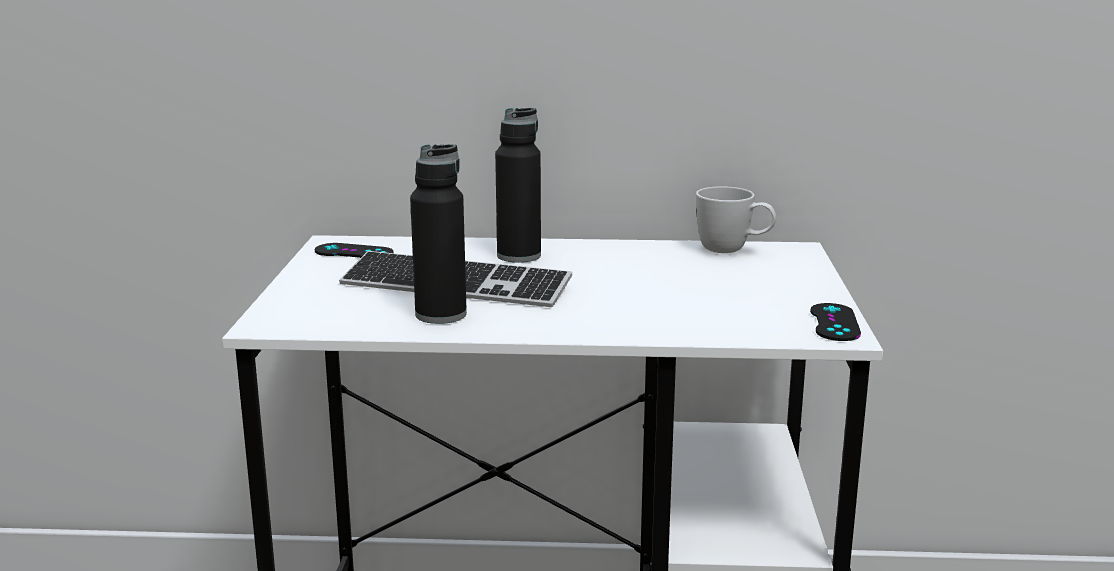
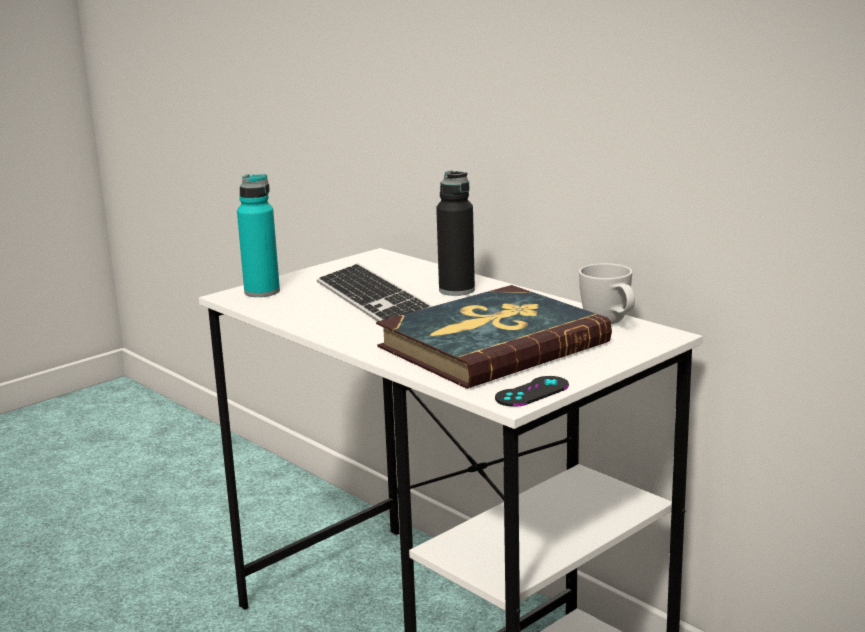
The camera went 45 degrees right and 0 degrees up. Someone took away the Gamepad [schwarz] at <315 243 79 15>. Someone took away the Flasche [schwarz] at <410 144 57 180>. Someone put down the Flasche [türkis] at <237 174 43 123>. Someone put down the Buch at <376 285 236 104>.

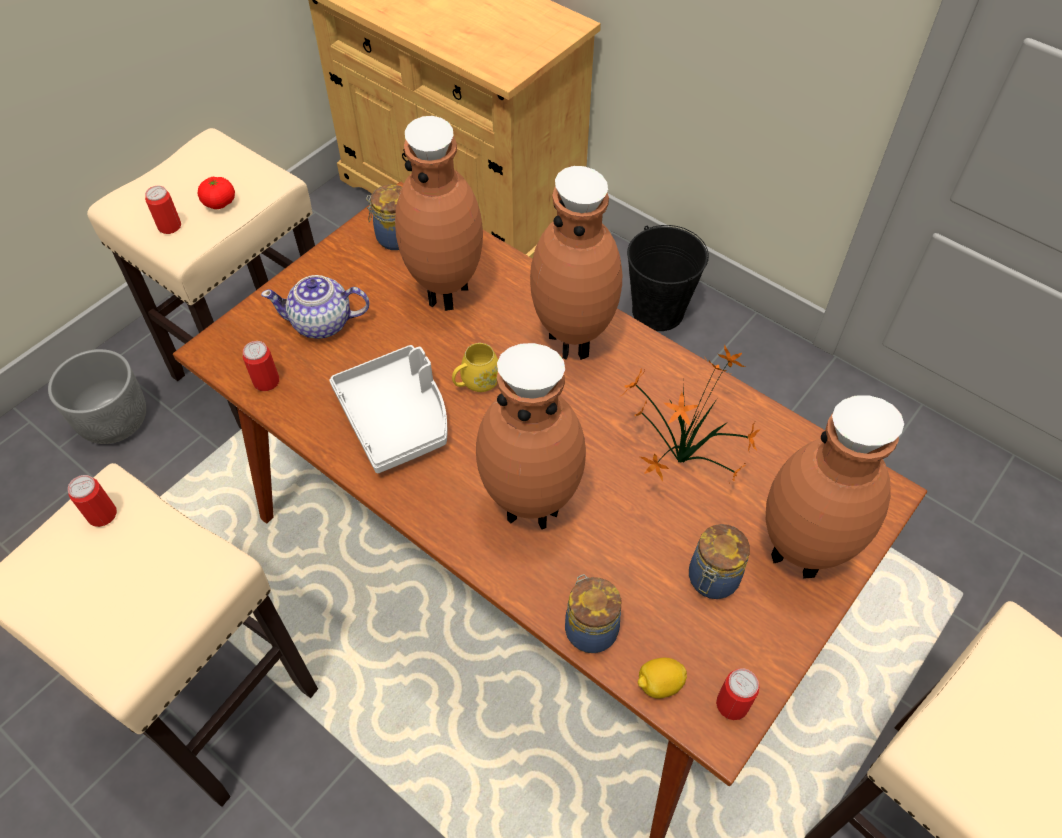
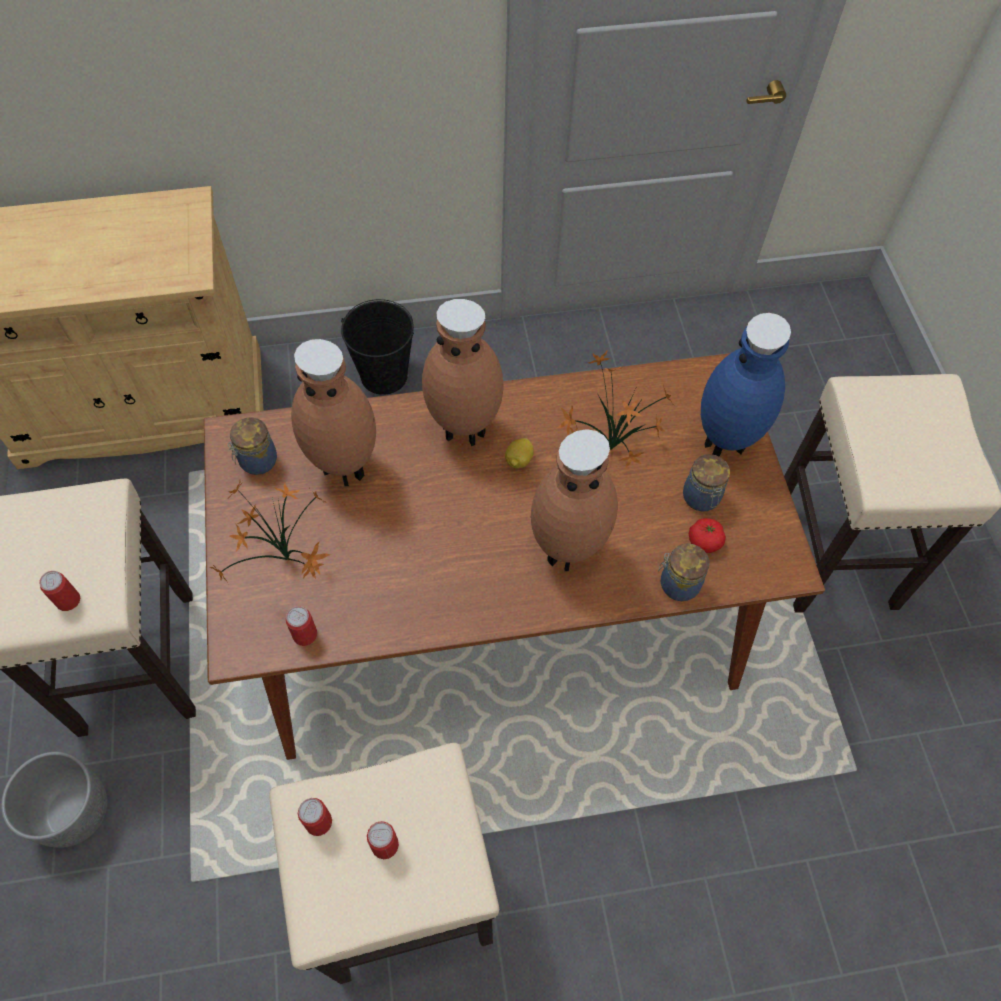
The camera went 50 degrees left and 5 degrees up. Someone carried the Tomate from <198 177 37 32> to <689 518 37 35>. Someone swapped the Teekanne at <261 275 109 64> for the Topfpflanze at <209 481 122 102>. Someone took away the Tablett [grau] at <329 345 118 128>. Someone took away the Henkelbecher [gelb] at <452 343 46 49>. Someone carried the Zitrone from <638 658 49 41> to <505 438 29 31>. Someone carried the Dose from <716 668 43 52> to <367 821 32 38>. Someone repainted the Vase [braun] at <766 395 138 184>, which became the Vase [blau] at <701 313 90 144>.

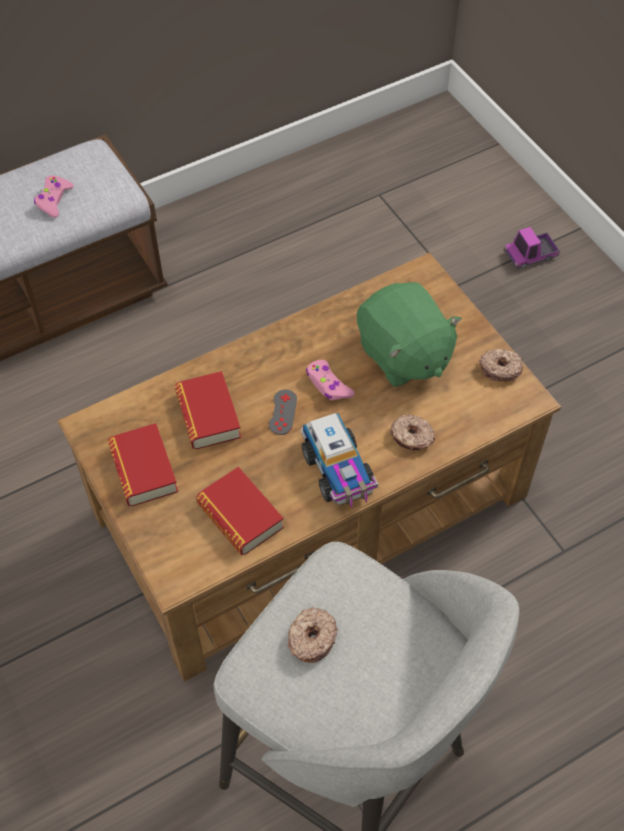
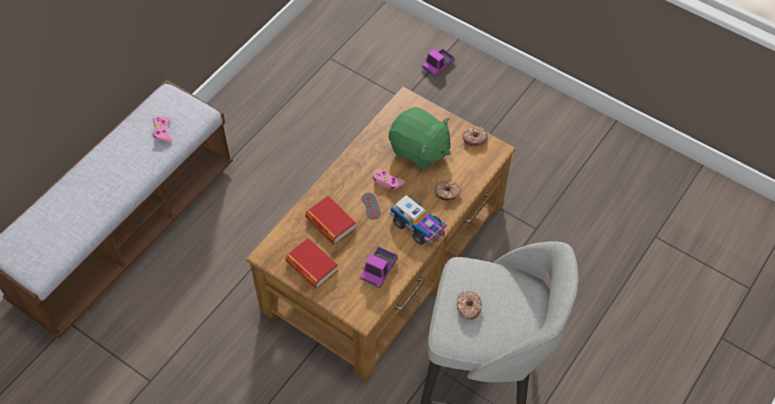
The camera went 25 degrees left and 0 degrees up. Someone swapped the Buch at <196 467 88 88> for the Spielzeuglaster at <360 247 38 41>.

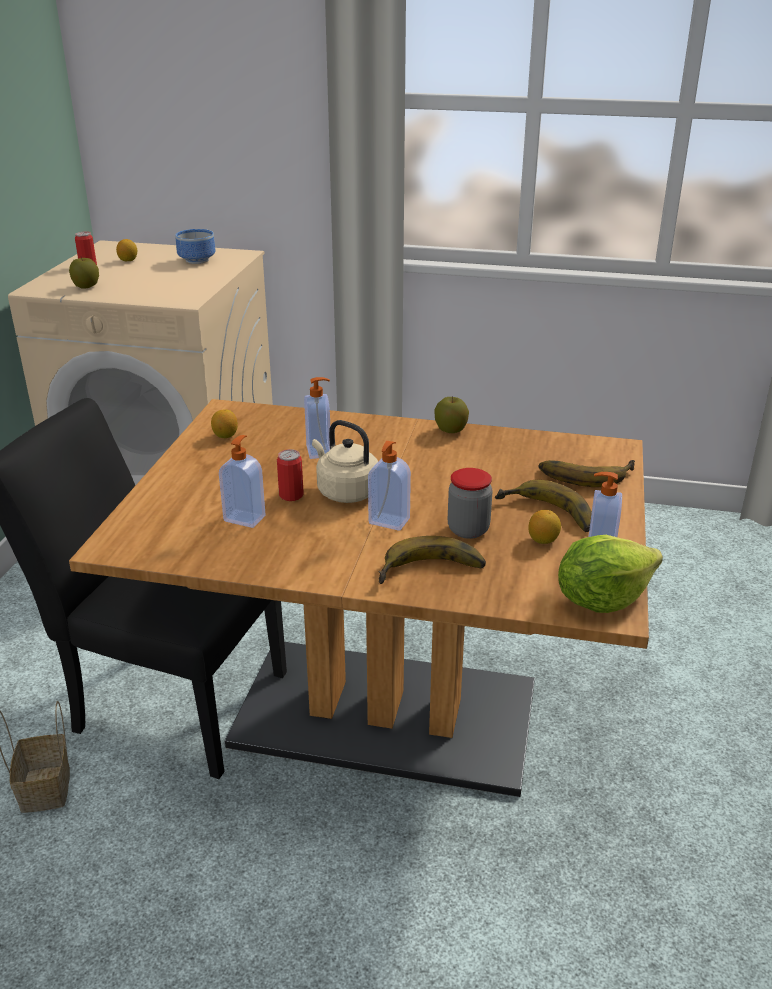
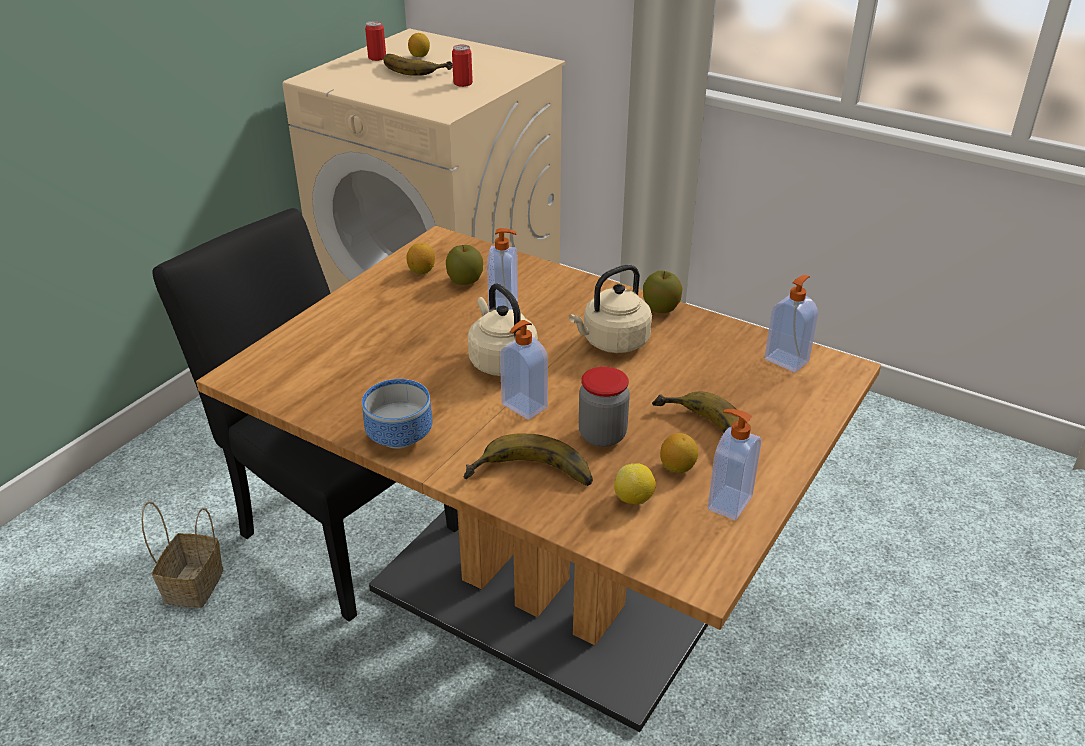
The camera went 20 degrees right and 5 degrees up. Someone carried the Apfel from <69 257 30 32> to <446 245 37 40>. Someone carried the Schüssel from <175 229 41 35> to <362 379 71 70>. Someone carried the Seifenspender from <219 435 47 93> to <765 275 53 97>. Someone carried the Dose from <277 449 27 52> to <452 45 21 42>. Someone carried the Banane from <538 460 97 27> to <383 54 70 22>. Someone took away the Salatkopf at <558 535 105 78>. Someone put down the Wasserkessel [beige] at <569 265 83 88>. Someone put down the Zitrone at <614 463 42 41>.

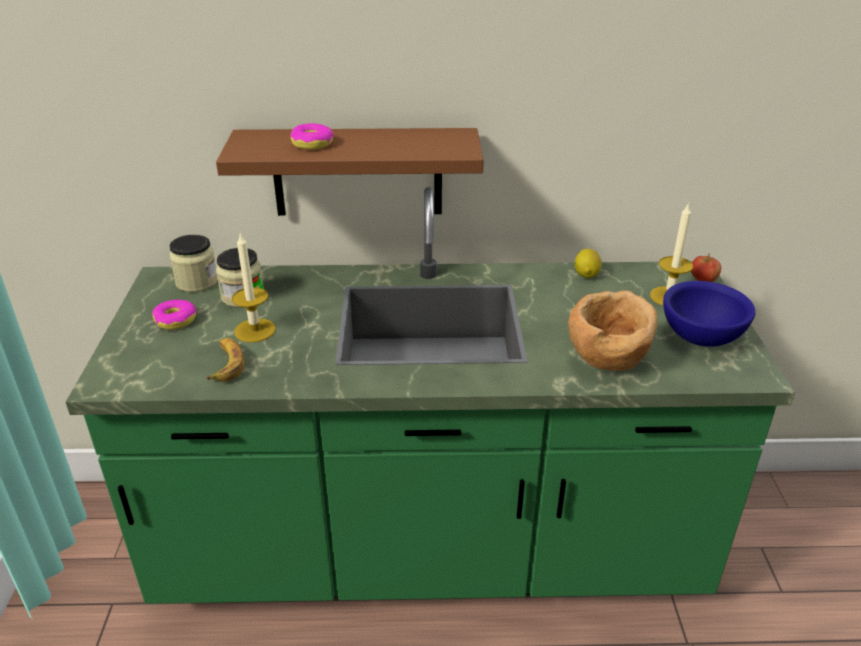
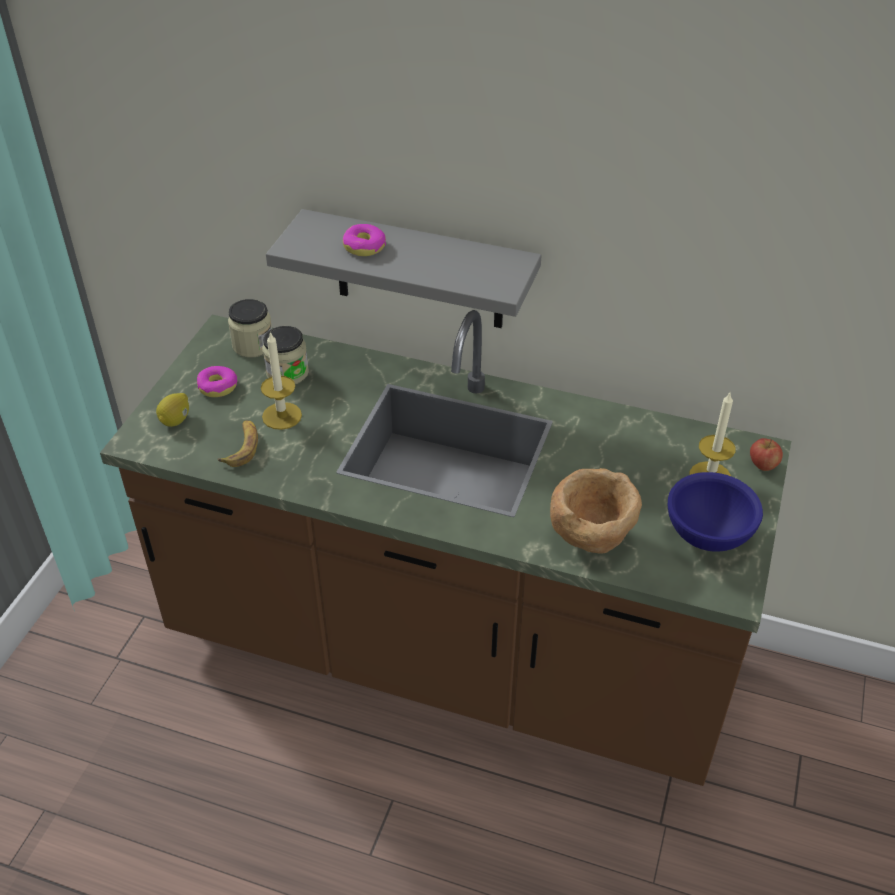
The camera went 20 degrees right and 10 degrees up. Someone repainted the Küchenzeile [grün] at <66 187 729 417>, which became the Küchenzeile [braun] at <100 310 691 476>. Someone repainted the Wandregal [braun] at <216 128 268 88>, which became the Wandregal [grau] at <266 209 275 119>. Someone carried the Zitrone from <575 249 27 29> to <156 393 33 34>.

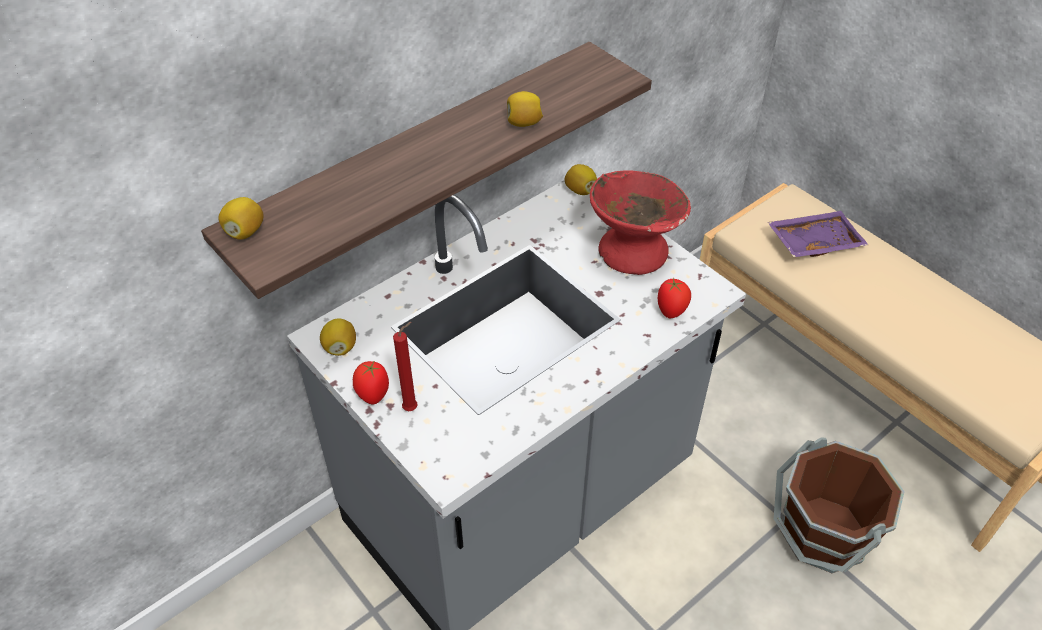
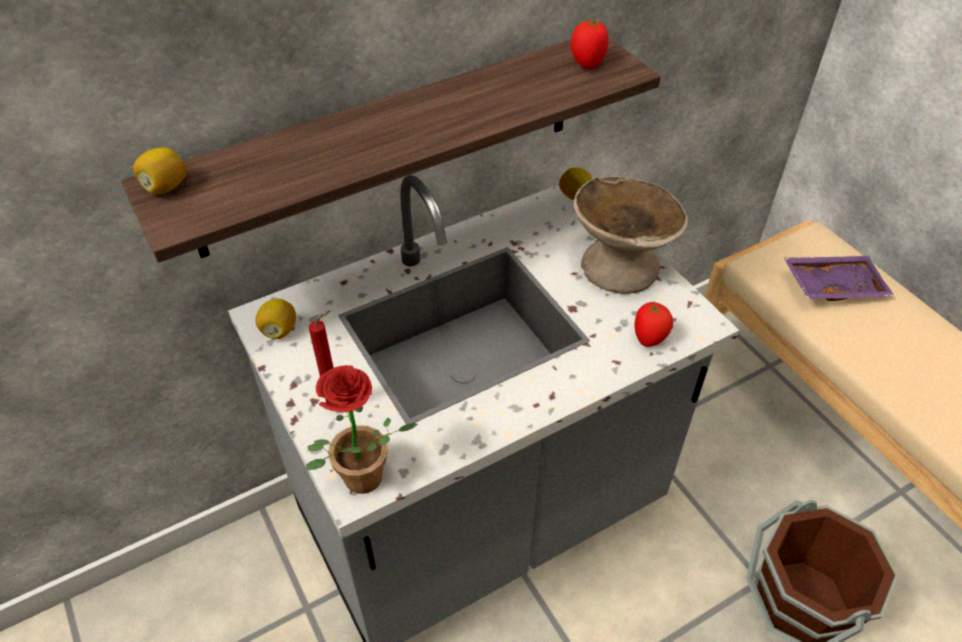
The camera went 10 degrees right and 0 degrees up. Someone carried the Tomate from <353 361 36 44> to <571 20 37 49>. Someone took away the Zitrone at <507 91 36 36>. Someone repainted the Schüssel [rot] at <590 170 101 105>, which became the Schüssel [beige] at <573 176 115 118>. Someone put down the Topfpflanze at <306 365 112 129>.

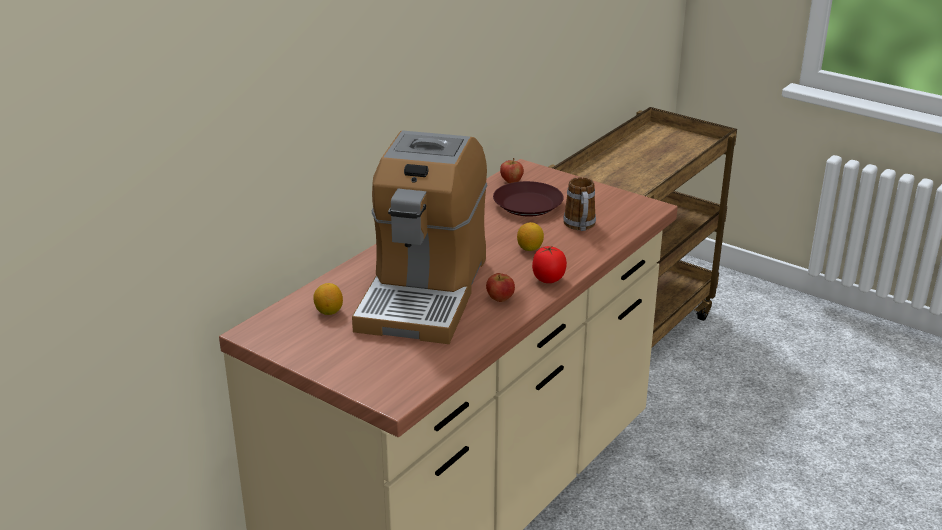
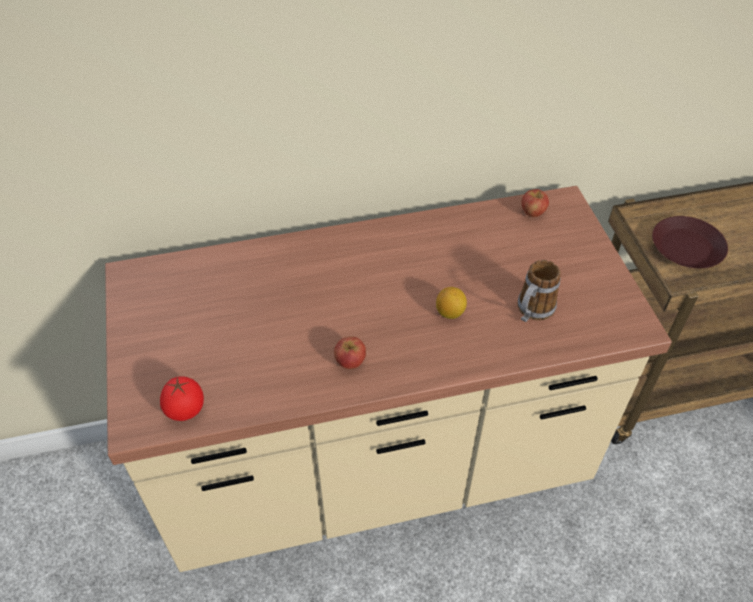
The camera went 40 degrees right and 20 degrees up. Someone took away the Zitrone at <313 283 30 32>. Someone took away the Kaffeemaschine at <352 130 135 214>. Someone carried the Teller [braun] from <493 181 71 36> to <652 216 76 52>. Someone carried the Tomate from <532 246 35 37> to <160 376 44 45>.

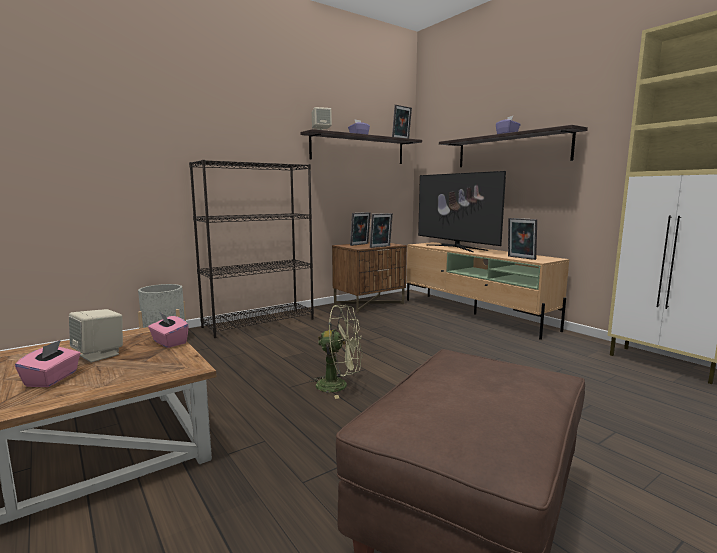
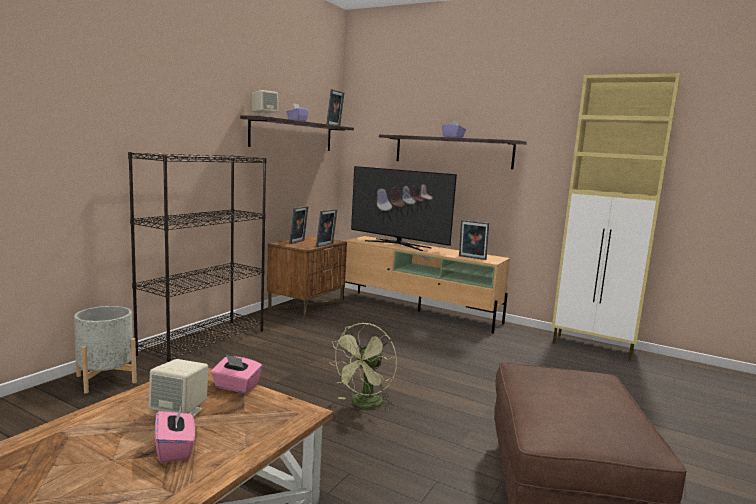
The camera went 25 degrees left and 0 degrees up. Someone rotated the Ventilator [grün] at <309 305 53 94> by 135 degrees clockwise.

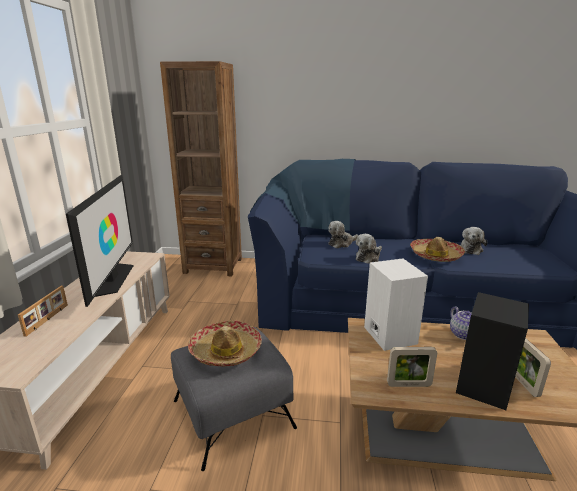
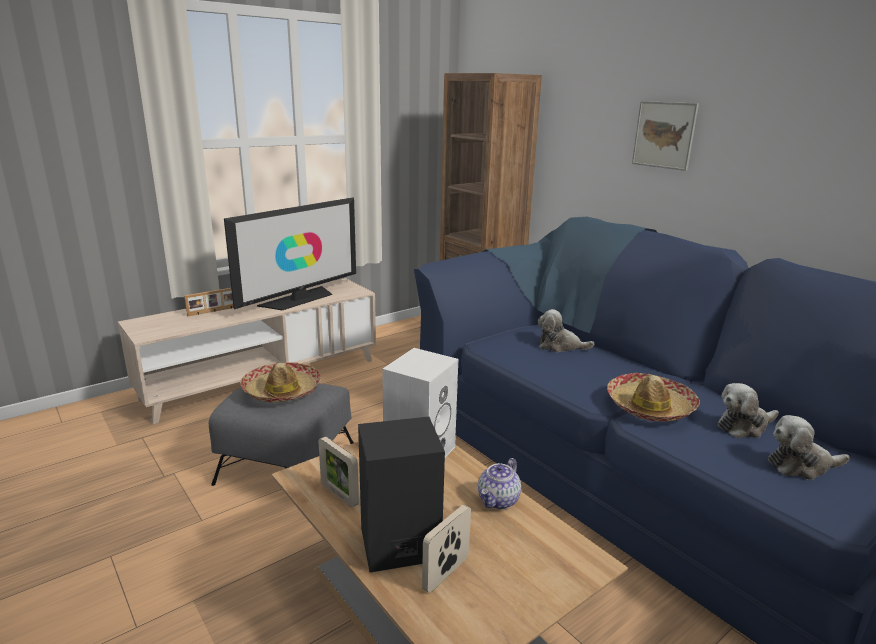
The camera went 45 degrees right and 0 degrees up. Someone carried the Plüschtier from <356 234 26 29> to <768 415 82 65>. Someone put up the Bild at <632 101 67 70>.

